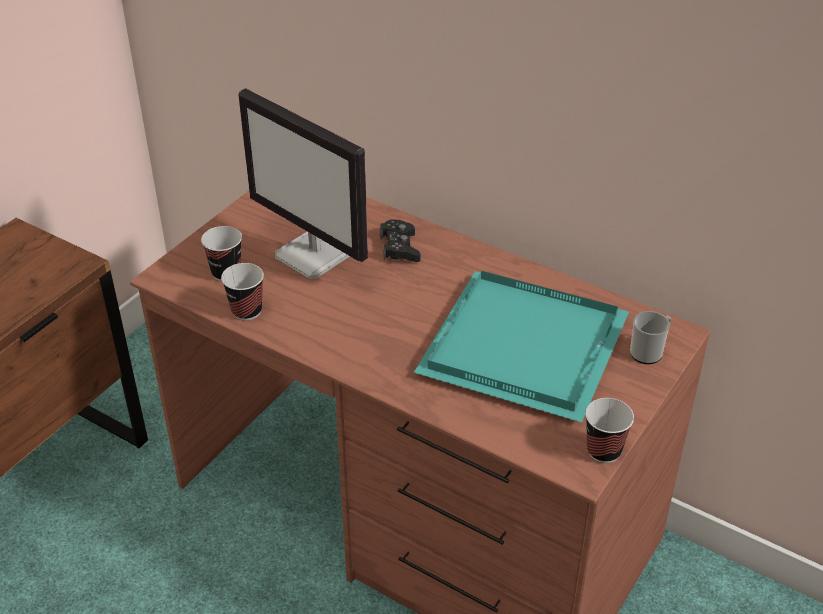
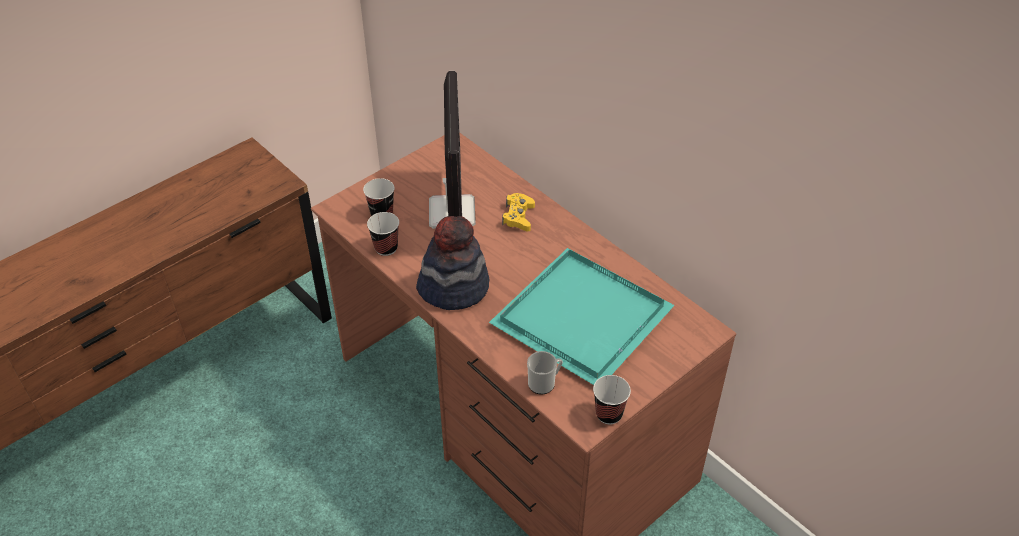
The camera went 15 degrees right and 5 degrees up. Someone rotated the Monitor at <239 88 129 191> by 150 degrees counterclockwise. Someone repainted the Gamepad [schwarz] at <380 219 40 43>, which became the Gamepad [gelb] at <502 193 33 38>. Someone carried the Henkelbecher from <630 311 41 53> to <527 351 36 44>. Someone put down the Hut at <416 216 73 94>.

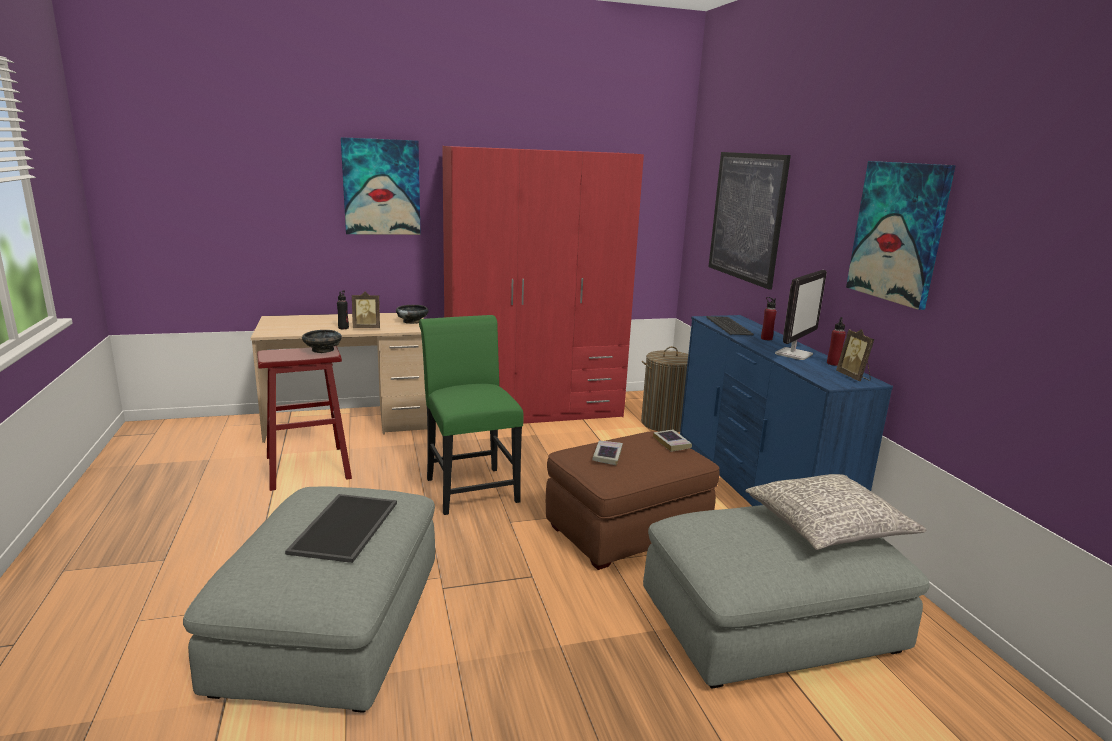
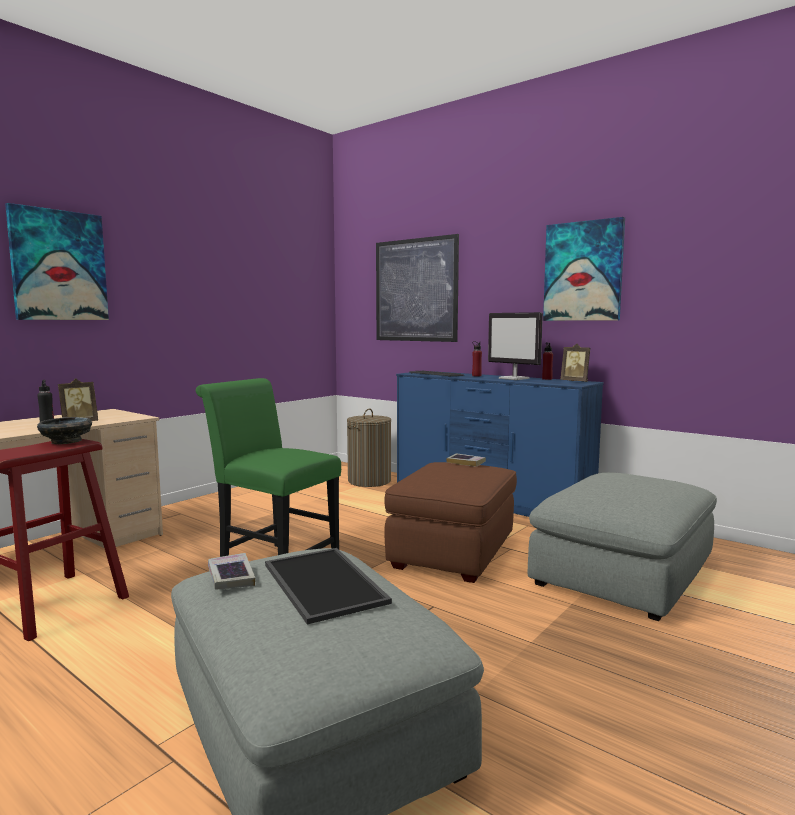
The camera went 35 degrees left and 10 degrees down. Someone took away the Schüssel [schwarz] at <396 305 33 19>. Someone took away the Kleiderschrank [rot] at <442 146 202 278>. Someone carried the Buch from <592 441 31 25> to <208 553 47 36>. Someone took away the Kissen [grau] at <745 474 181 76>. Someone rotated the Monitor at <775 270 52 90> by 135 degrees clockwise.

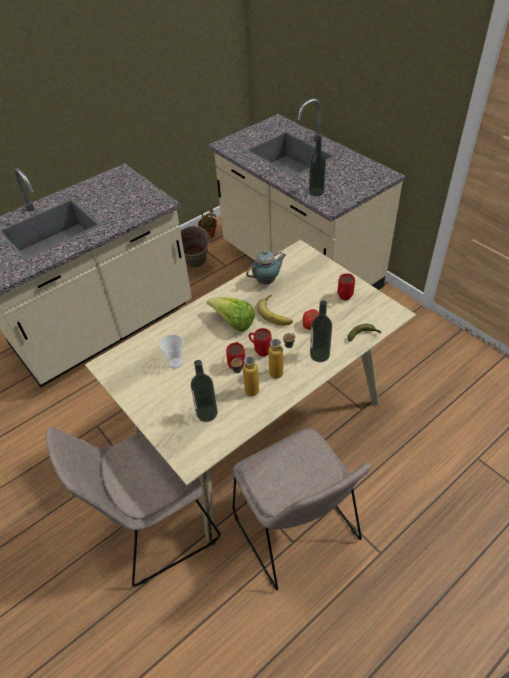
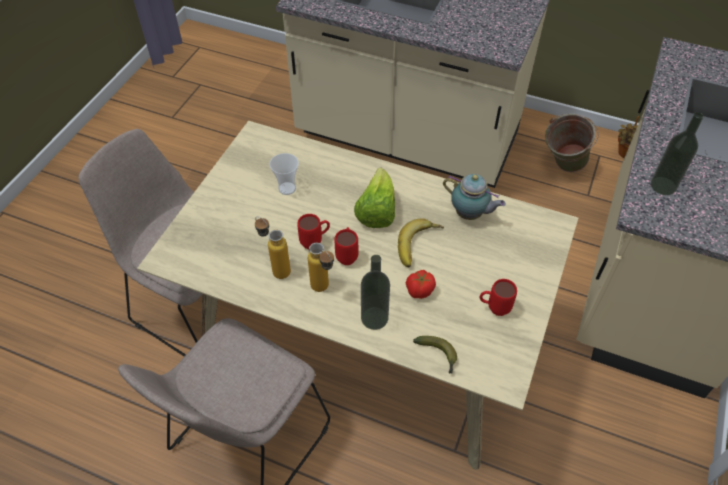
The camera went 60 degrees right and 5 degrees up. Someone took away the Flasche at <191 360 27 62>.

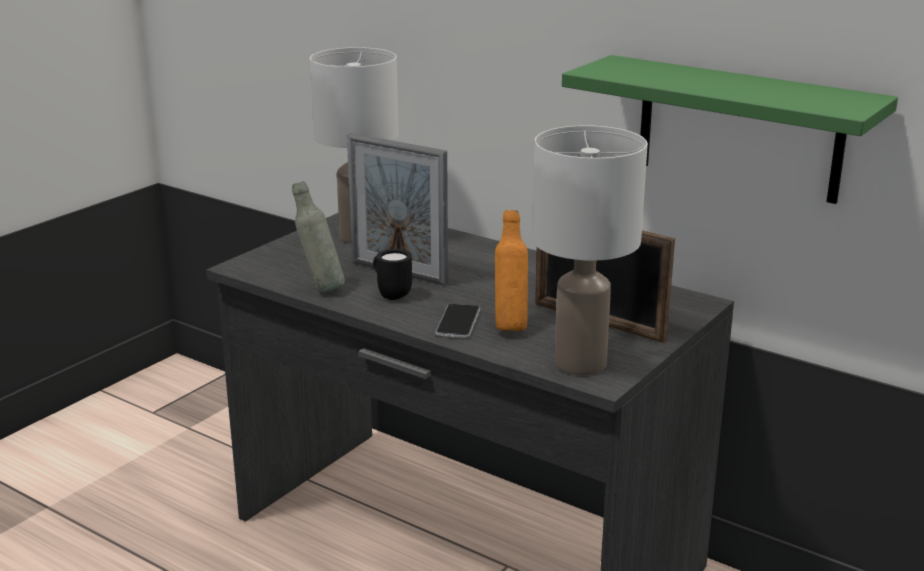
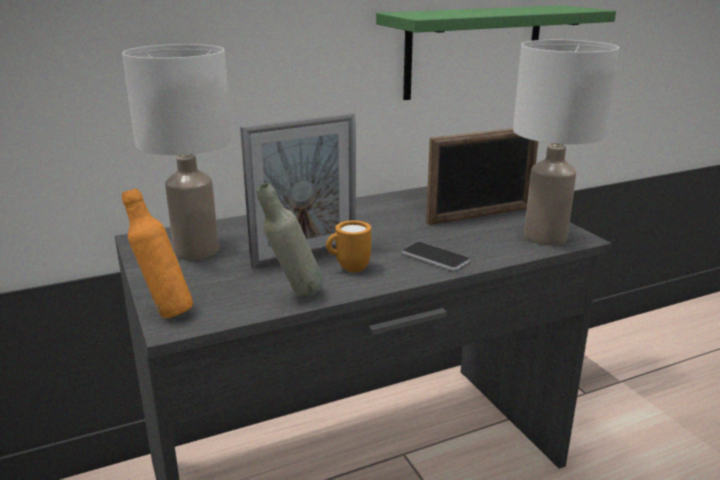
The camera went 60 degrees left and 0 degrees up. Someone repainted the Henkelbecher [schwarz] at <373 249 39 51>, which became the Henkelbecher [orange] at <326 220 45 52>. Someone carried the Flasche [orange] from <495 210 33 121> to <122 188 71 130>.

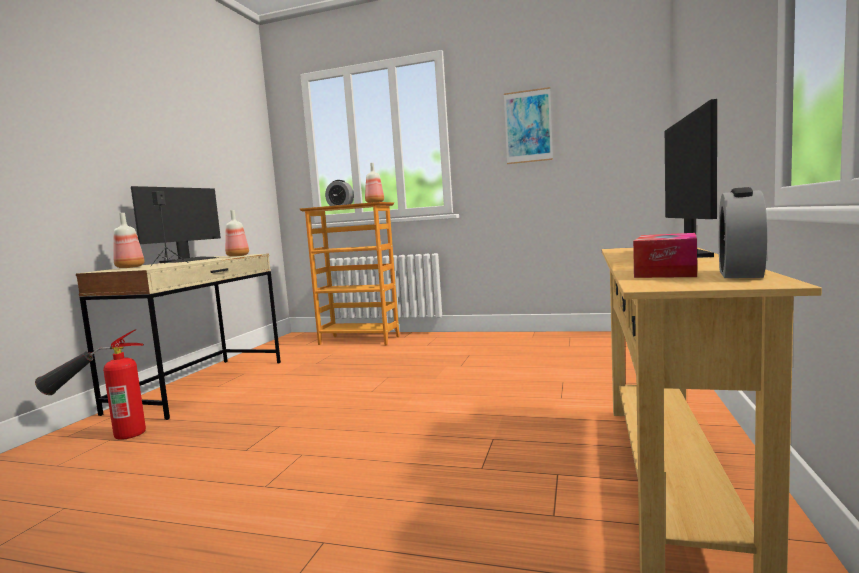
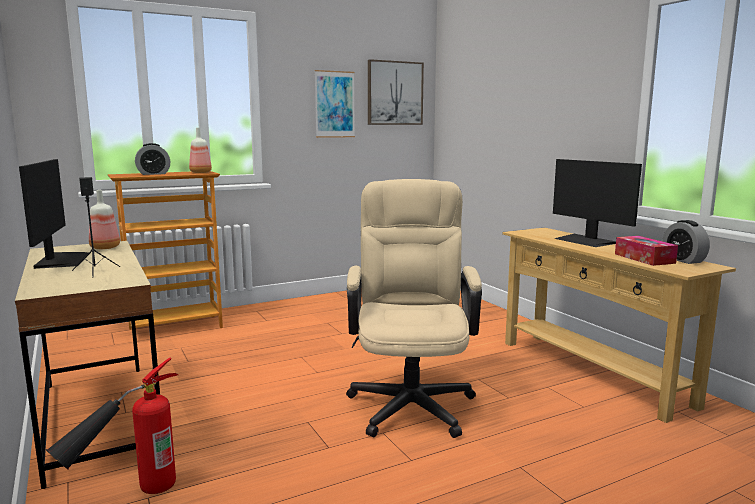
The camera went 45 degrees left and 5 degrees up. Someone took away the Flasche at <114 213 31 55>. Someone put down the Bürostuhl [beige] at <346 179 136 259>. Someone put up the Bild at <368 59 56 66>.

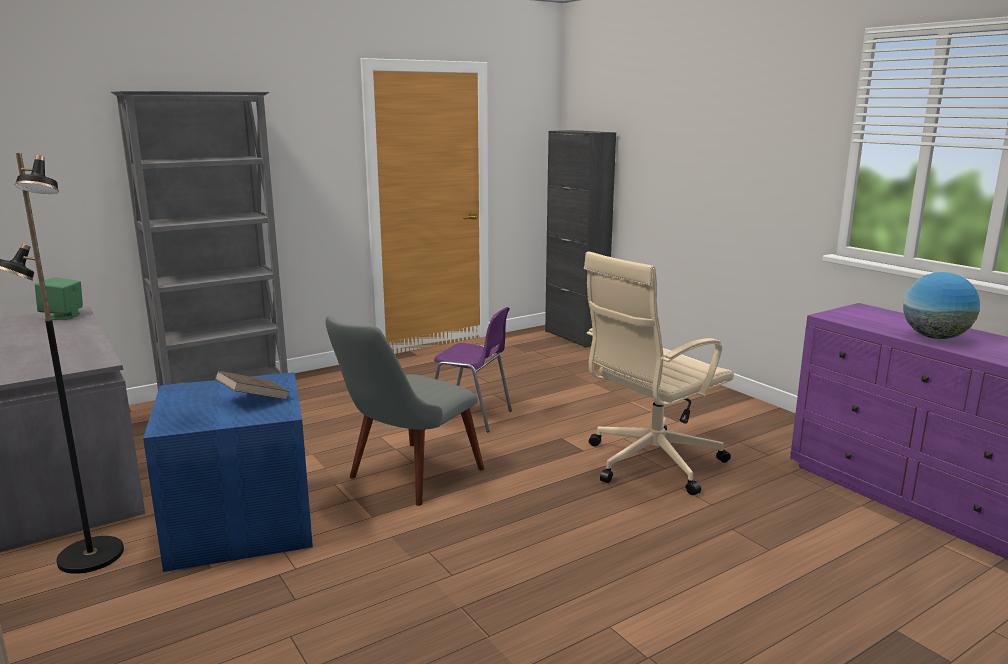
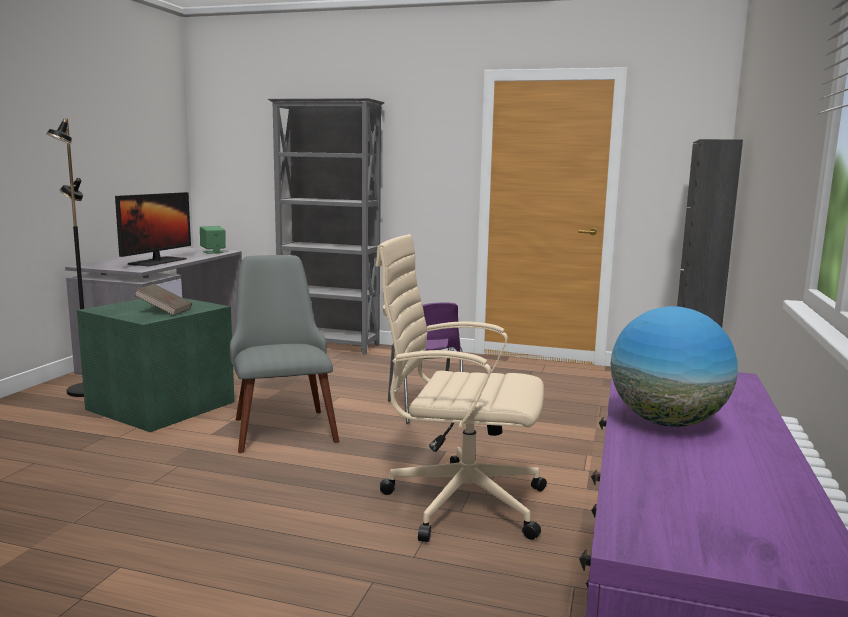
The camera went 50 degrees right and 5 degrees down. Someone repainted the Aufbewahrungsbox [blau] at <143 372 170 200>, which became the Aufbewahrungsbox [grün] at <77 298 157 134>. Someone rotated the Stuhl [grau] at <325 316 159 190> by 75 degrees clockwise. Someone put down the Monitor at <115 192 76 74>.

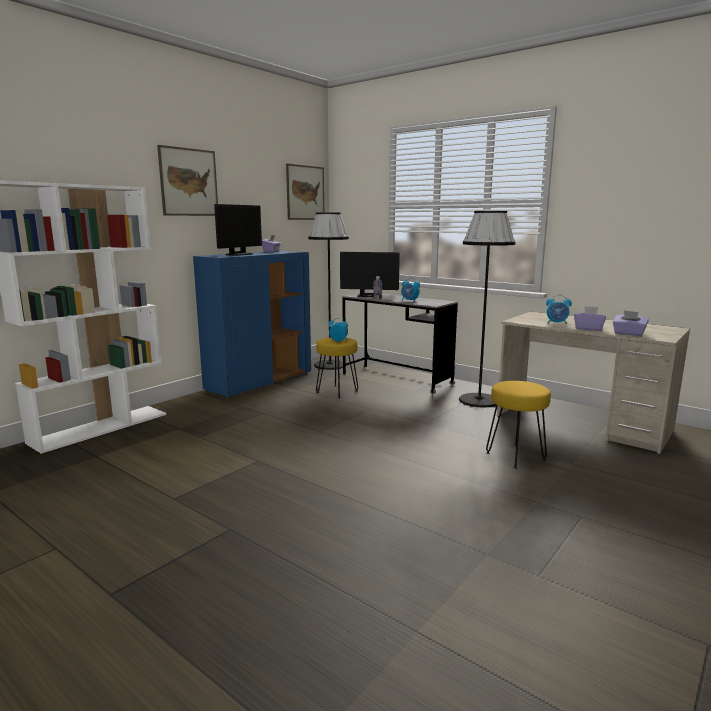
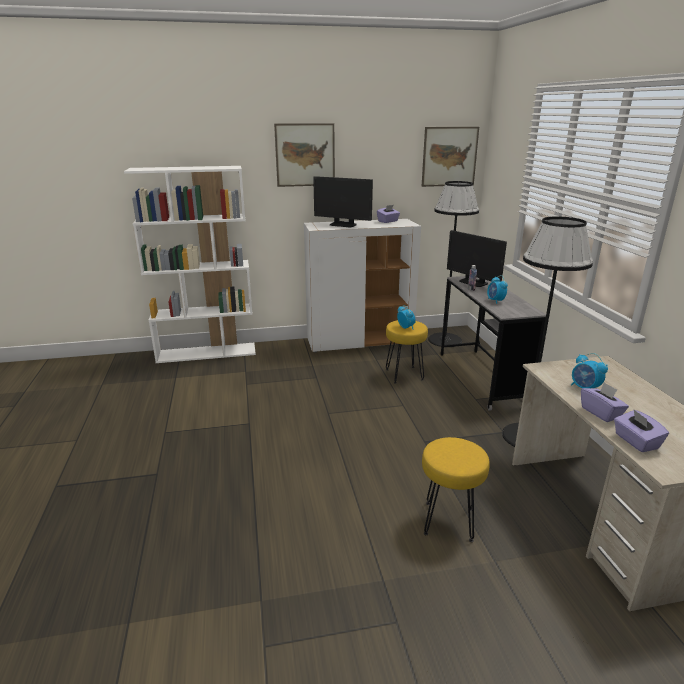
The camera went 40 degrees right and 10 degrees up. Someone repainted the Schrank [blau] at <193 251 118 147>, which became the Schrank [weiß] at <304 219 117 134>. Someone rotated the Monitor at <214 204 48 52> by 45 degrees clockwise.

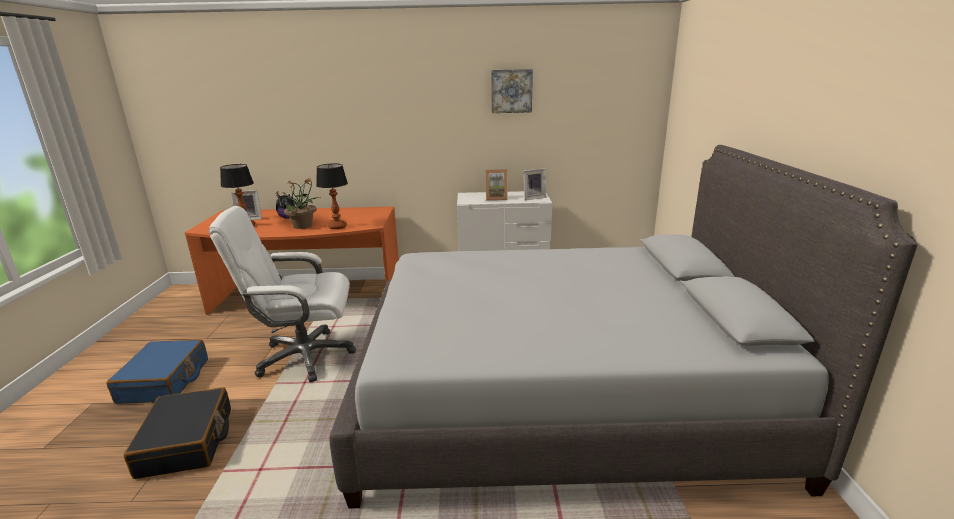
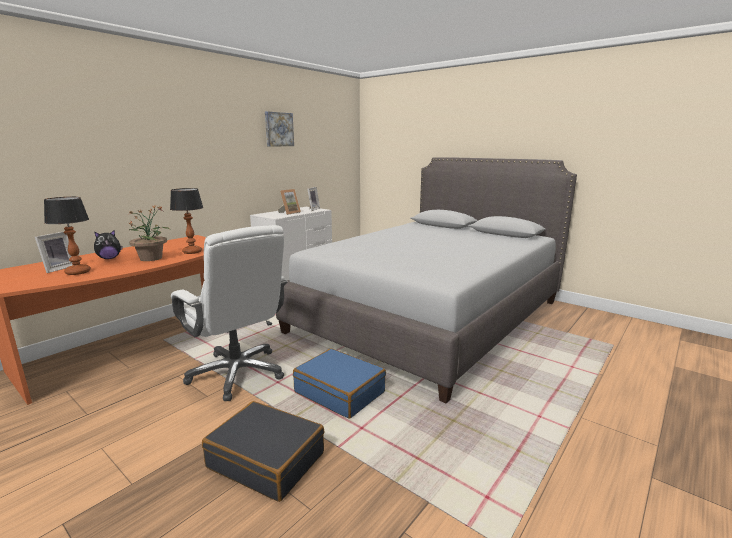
The camera went 50 degrees left and 5 degrees down. Someone carried the Koffer [blau] from <106 339 102 65> to <293 349 93 70>. Someone rotated the Bürostuhl [weiß] at <209 206 147 176> by 75 degrees counterclockwise.

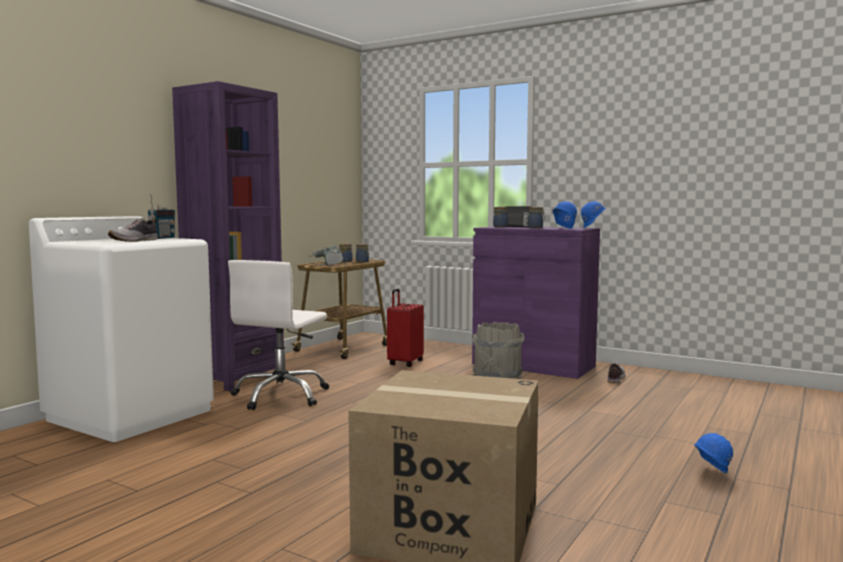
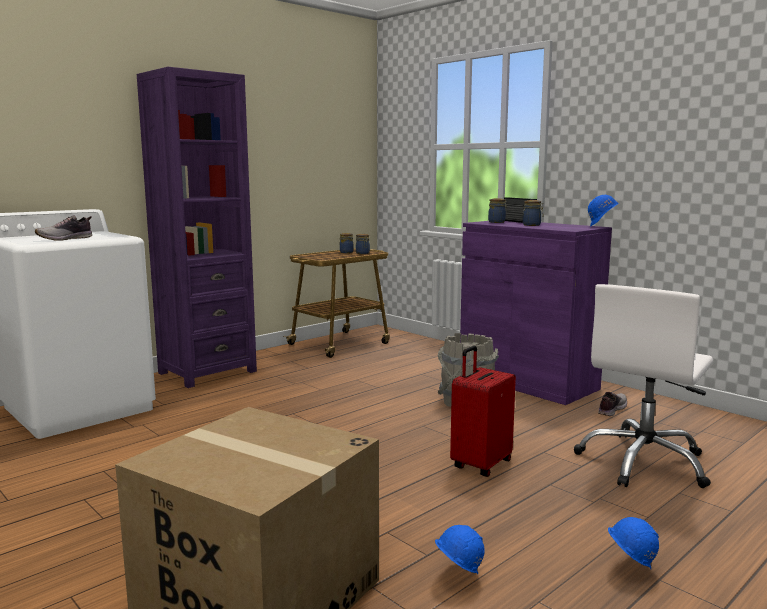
The camera went 15 degrees right and 5 degrees up. Someone took away the Radio at <148 194 27 45>. Someone carried the Bürostuhl [weiß] from <228 260 101 150> to <574 284 139 204>. Someone took away the Bohrmaschine at <308 245 35 21>. Someone carried the Koffer [rot] from <387 289 37 78> to <450 346 66 131>. Someone carried the Schutzhelm [blau] from <553 201 24 28> to <435 525 50 50>.

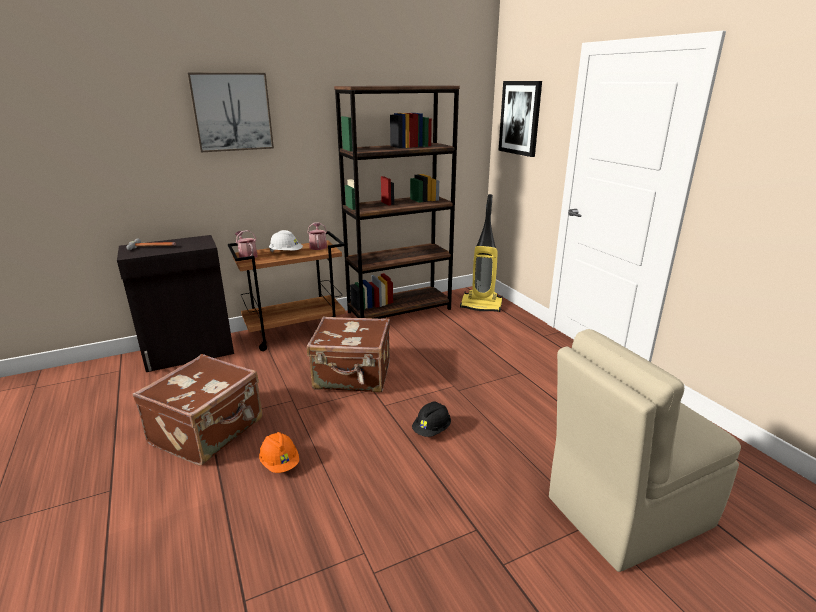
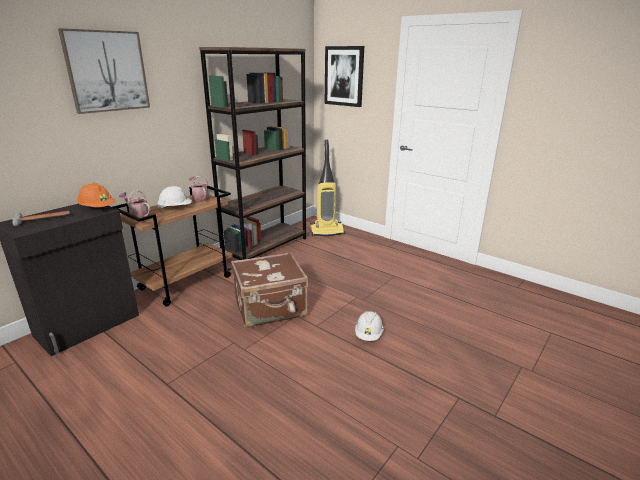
The camera went 25 degrees left and 0 degrees up. Someone took away the Koffer [braun] at <133 354 130 112>. Someone carried the Schutzhelm [orange] from <259 432 40 41> to <78 183 37 24>. Someone repainted the Schutzhelm [schwarz] at <412 402 39 35>, which became the Schutzhelm [weiß] at <355 311 29 30>. Someone took away the Stuhl [beige] at <549 329 192 243>.

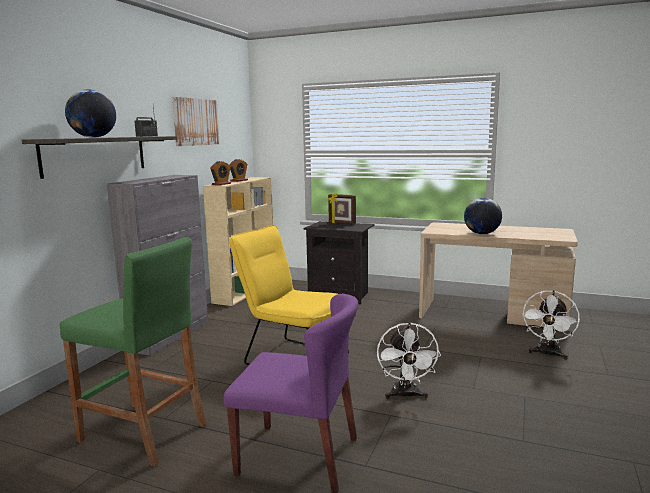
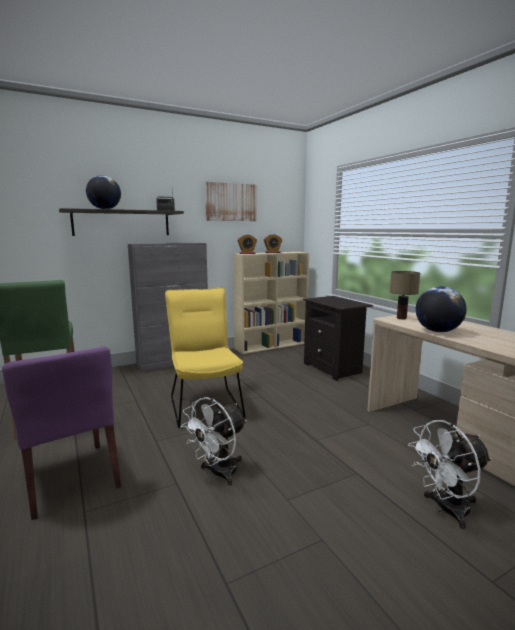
The camera went 40 degrees right and 0 degrees up. Someone took away the Bilderrahmen at <328 194 28 30>. Someone put down the Tischlampe at <390 271 30 48>.

